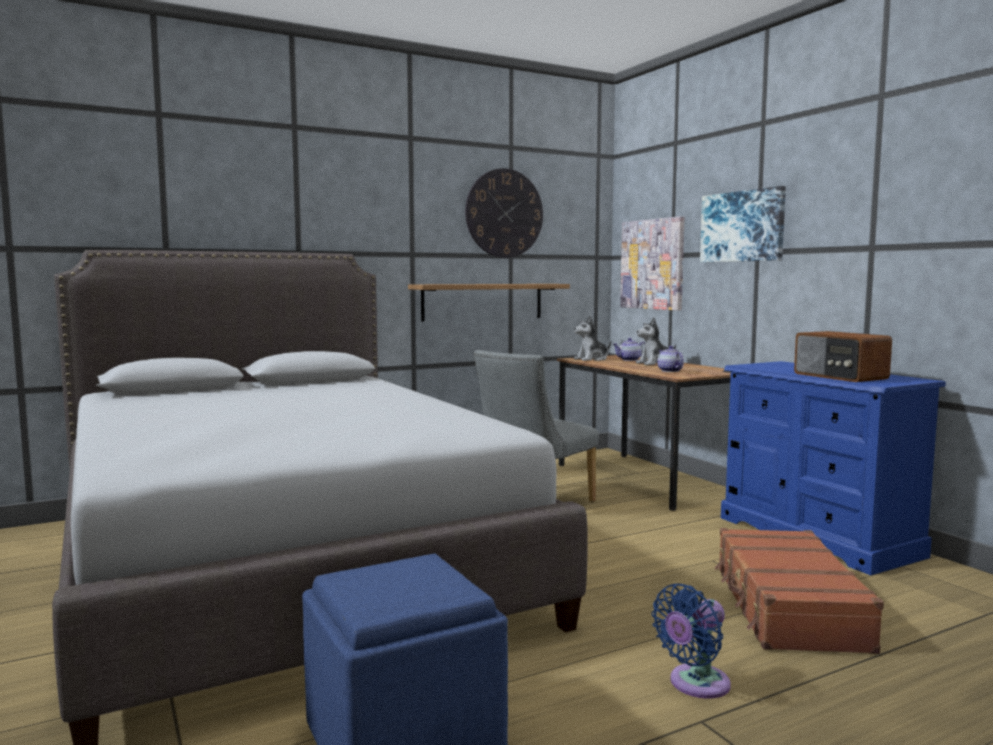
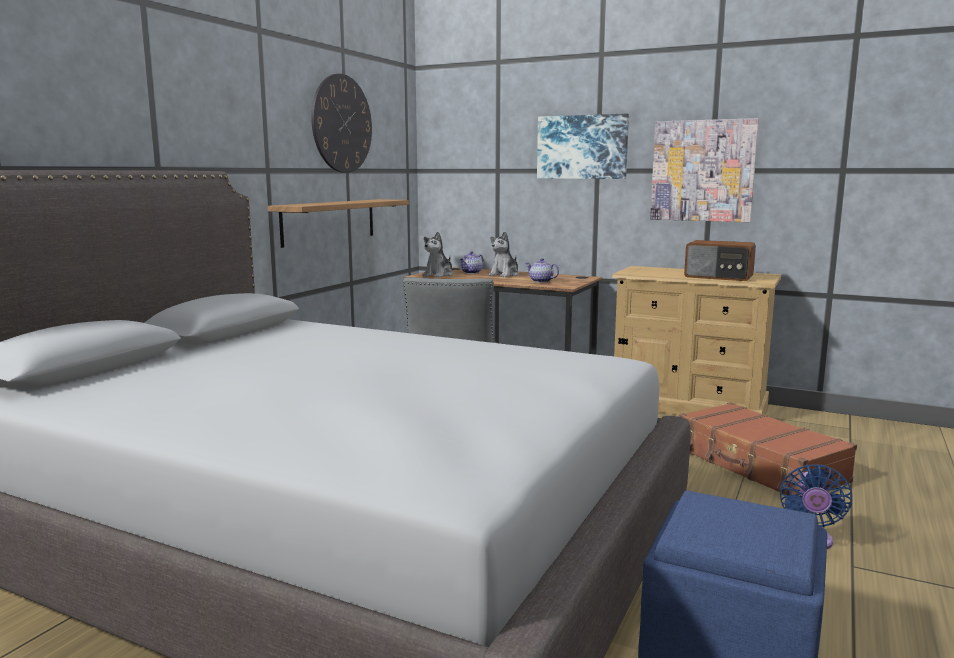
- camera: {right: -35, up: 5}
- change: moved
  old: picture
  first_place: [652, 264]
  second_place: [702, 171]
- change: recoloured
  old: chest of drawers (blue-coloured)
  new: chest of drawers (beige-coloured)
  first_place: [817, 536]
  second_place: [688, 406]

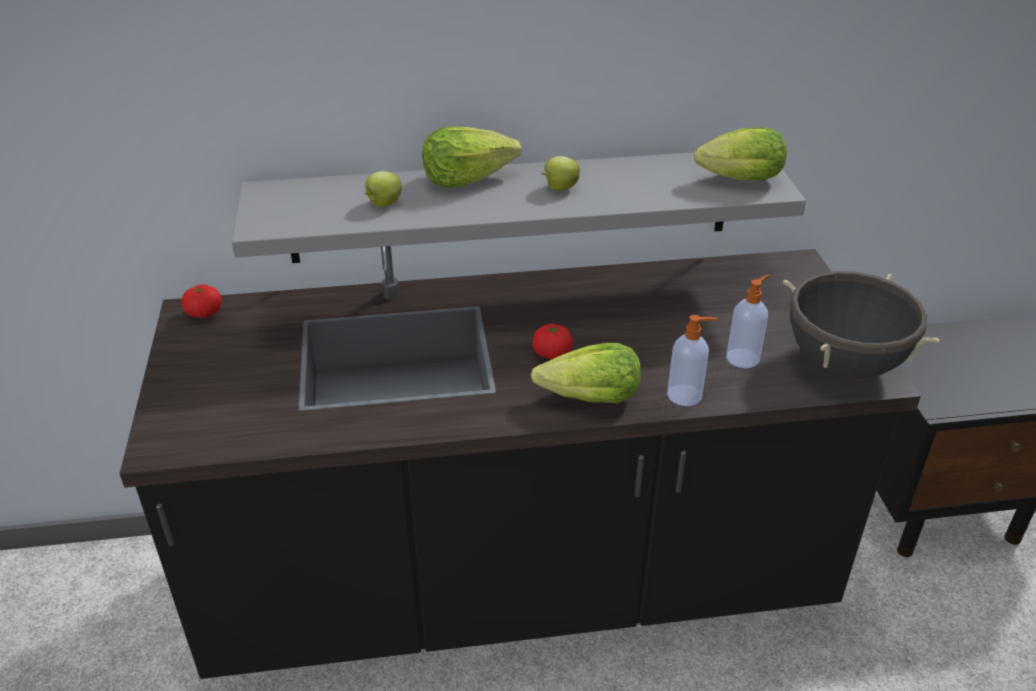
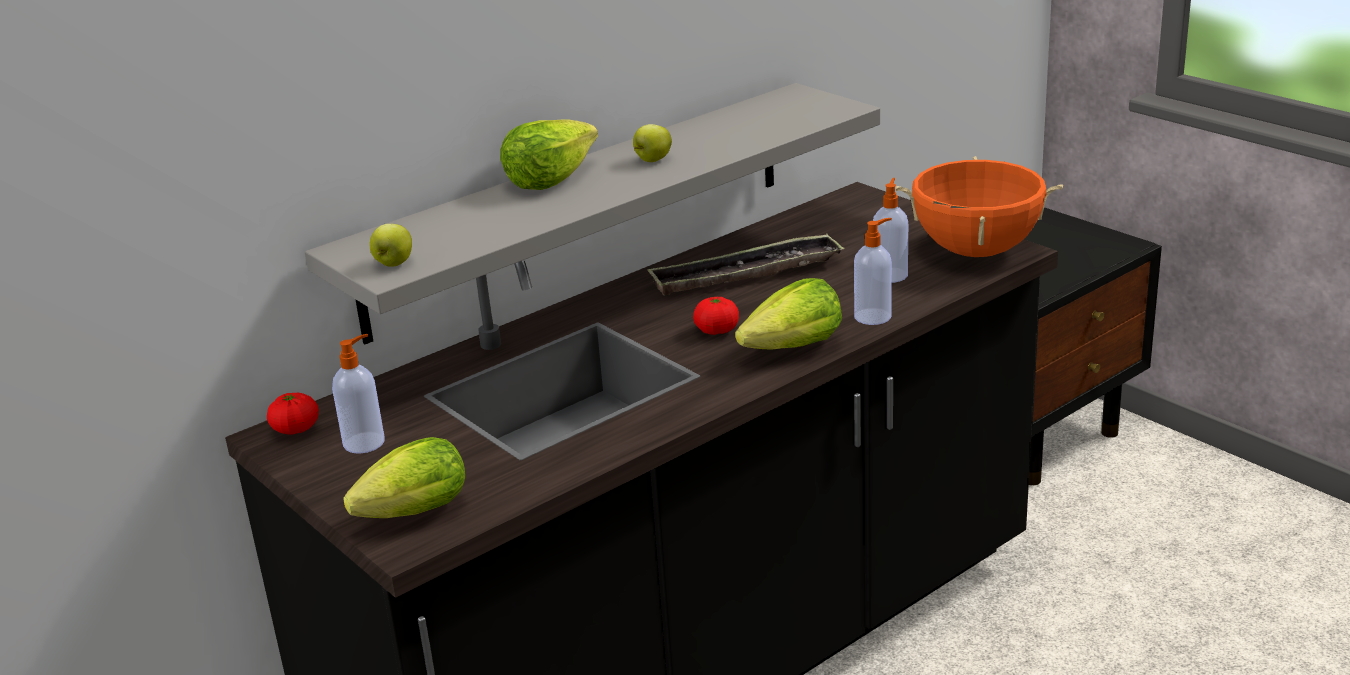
- camera: {right: -30, up: -10}
- change: moved
  old: whole apple
  first_place: [383, 204]
  second_place: [394, 264]
- change: moved
  old: head of lettuce
  first_place: [735, 180]
  second_place: [409, 516]
- change: recoloured
  old: cooking pot (blackish)
  new: cooking pot (orange-coloured)
  first_place: [843, 364]
  second_place: [976, 251]
- change: added
  new: soap dispenser
  second_place: [365, 442]
- change: added
  new: carrying tray
  second_place: [746, 274]

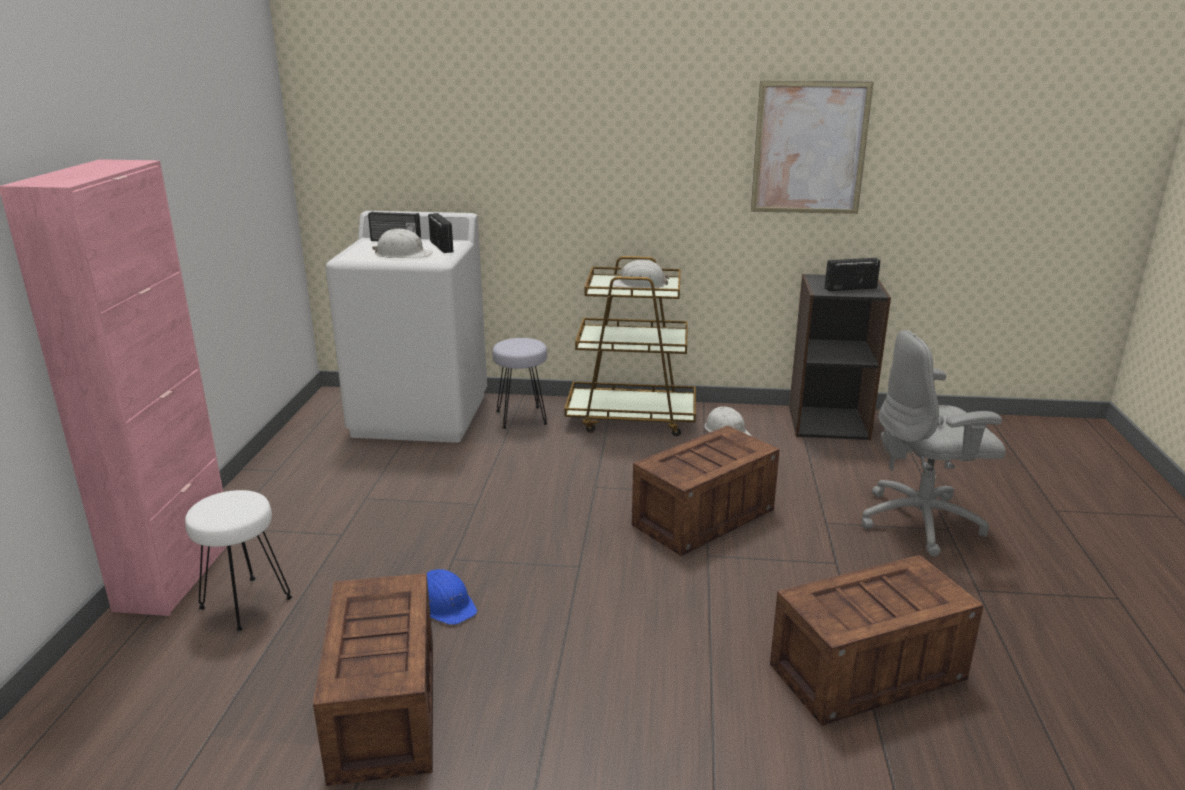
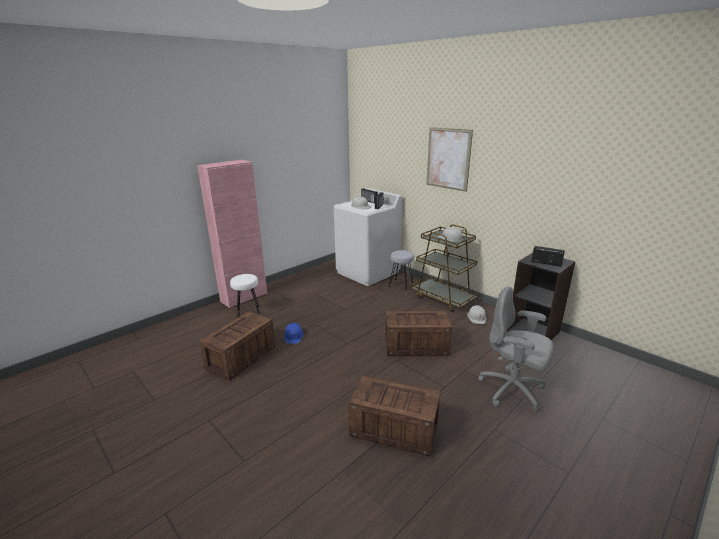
- camera: {right: 40, up: 0}
- change: moved
  old: picture
  first_place: [809, 148]
  second_place: [448, 159]

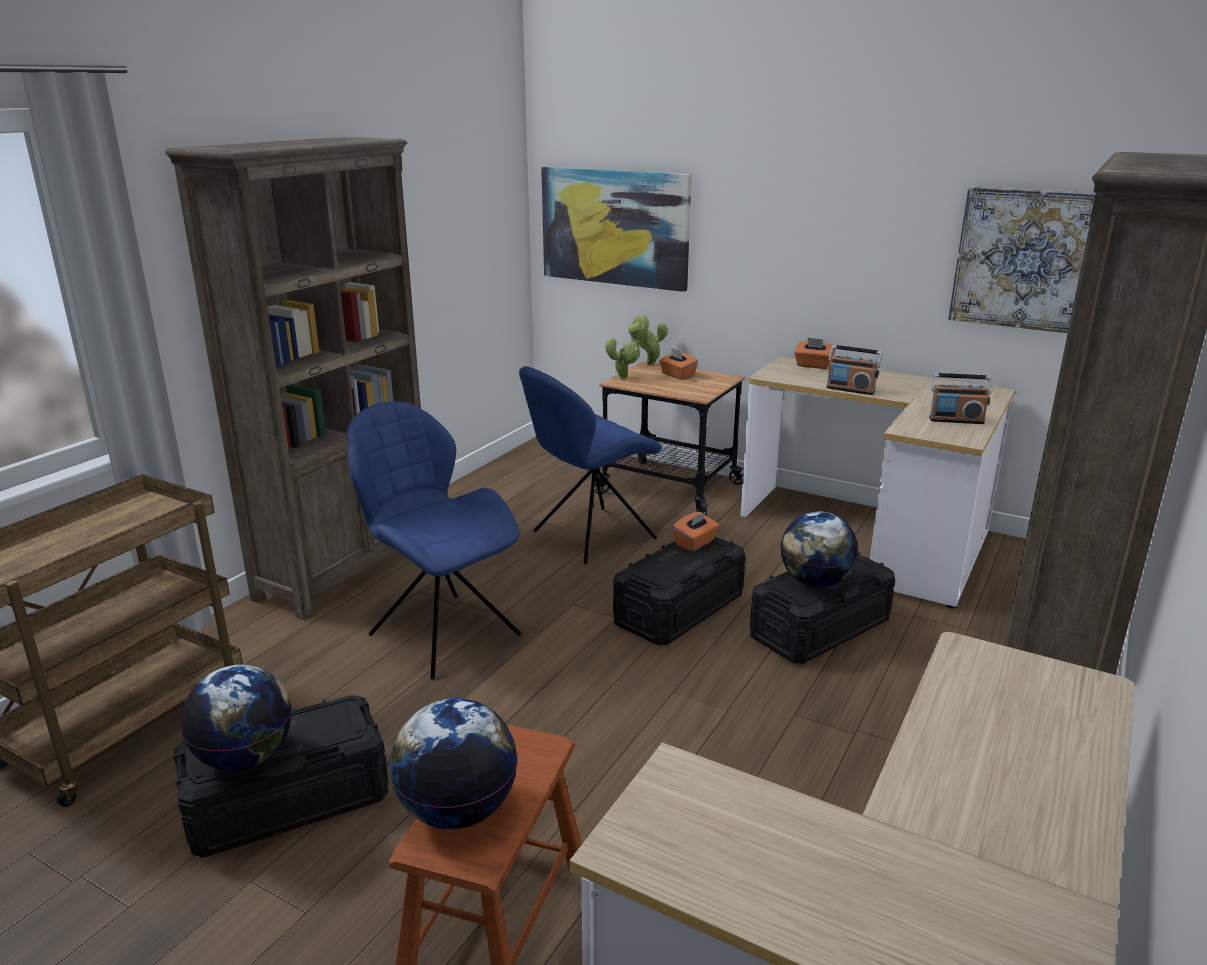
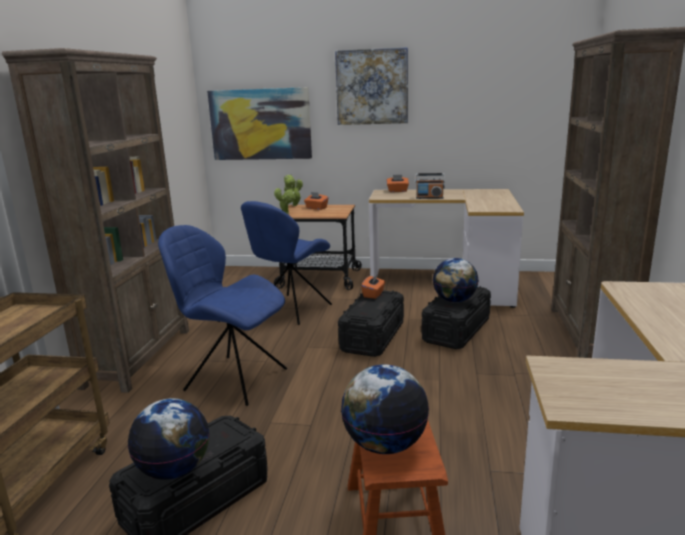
- camera: {right: -20, up: -5}
- change: removed
  old: radio receiver
  first_place: [956, 420]
- change: moved
  old: picture
  first_place: [1029, 259]
  second_place: [372, 87]

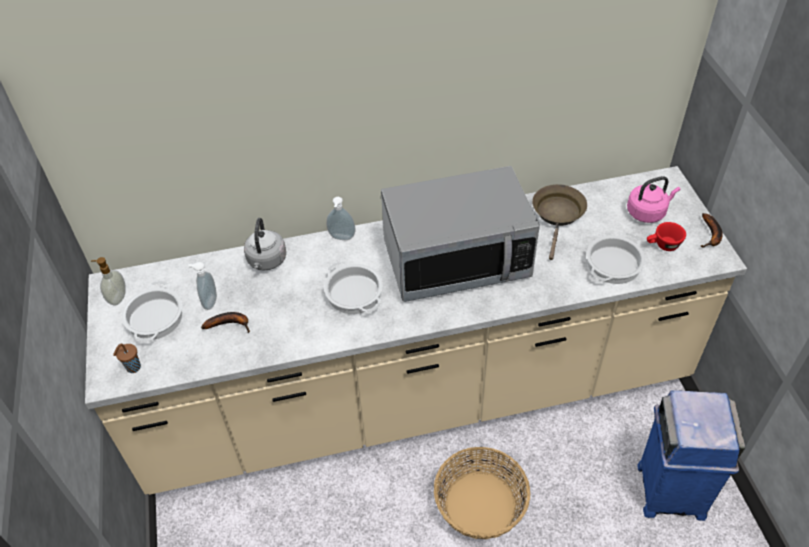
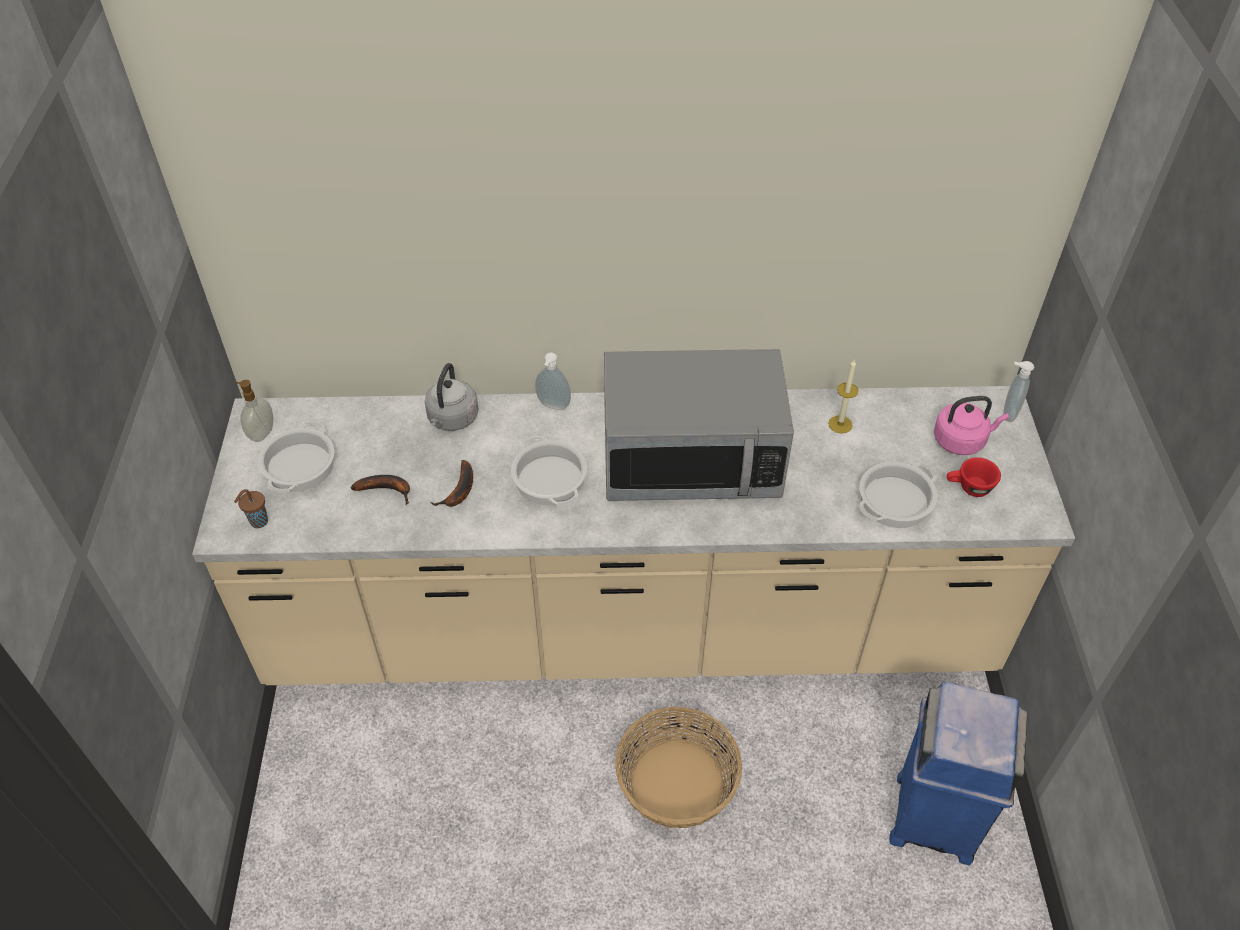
- camera: {right: 10, up: 0}
- change: moved
  old: soap dispenser
  first_place: [209, 302]
  second_place: [1007, 413]
- change: replaced
  old: skillet (brown-coloured)
  new: wax candle
  first_place: [558, 215]
  second_place: [840, 424]
- change: moved
  old: banana
  first_place: [711, 235]
  second_place: [459, 491]

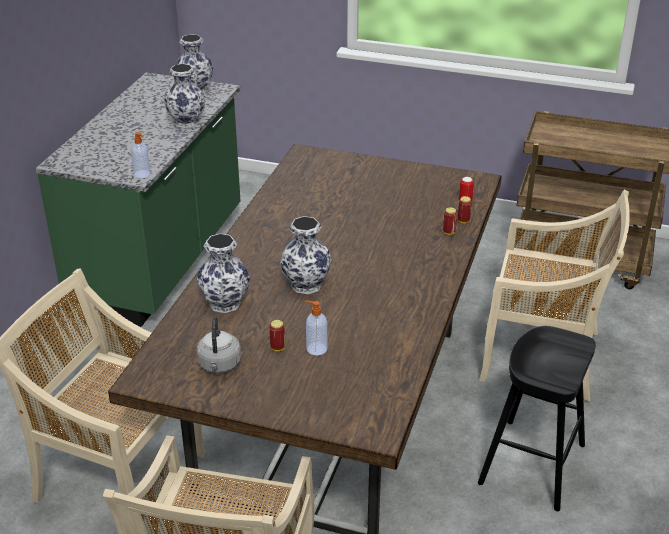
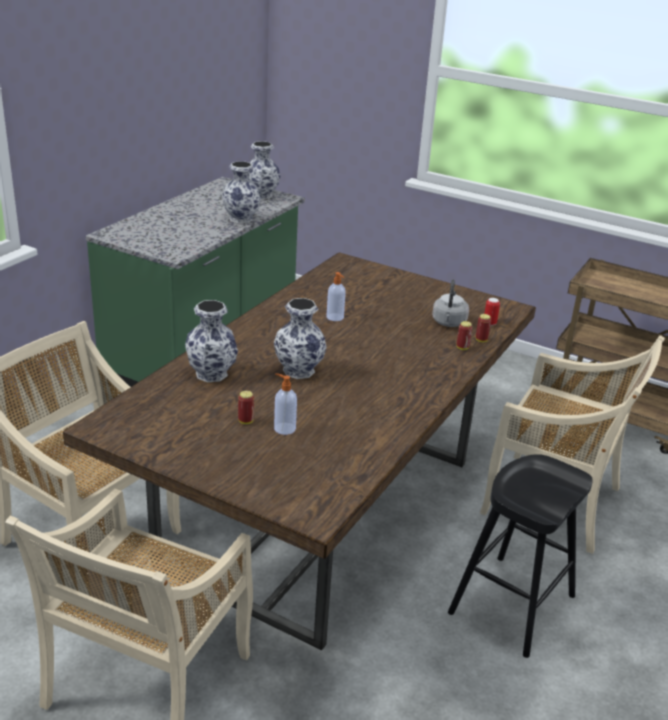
- camera: {right: 10, up: -5}
- change: moved
  old: soap dispenser
  first_place: [142, 174]
  second_place: [335, 317]
- change: moved
  old: tea kettle (gray)
  first_place: [219, 365]
  second_place: [449, 323]

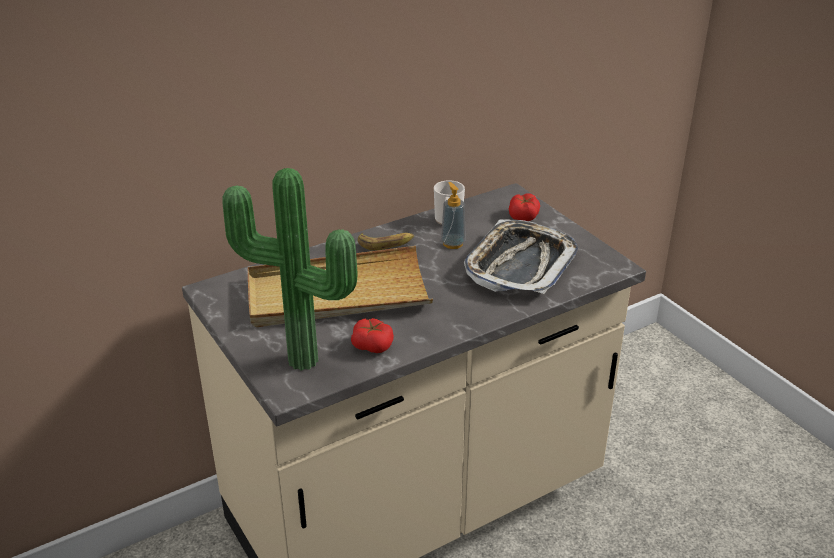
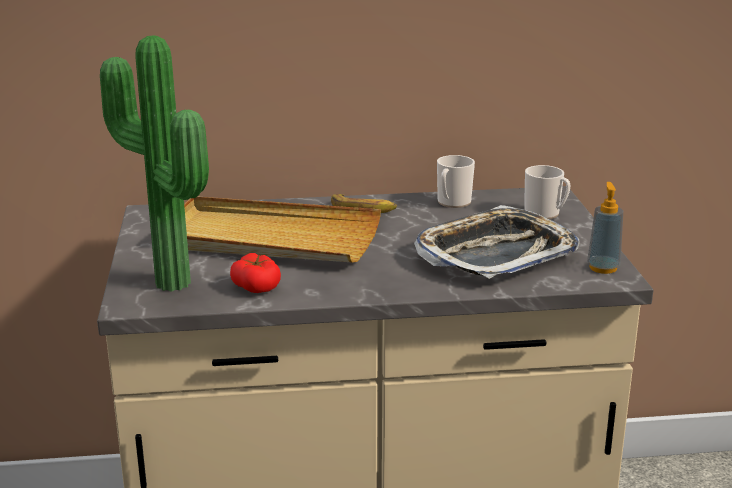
- camera: {right: 25, up: -10}
- change: moved
  old: soap dispenser
  first_place: [453, 243]
  second_place: [603, 268]
- change: replaced
  old: whole tomato
  new: tea mug
  first_place: [523, 216]
  second_place: [545, 214]

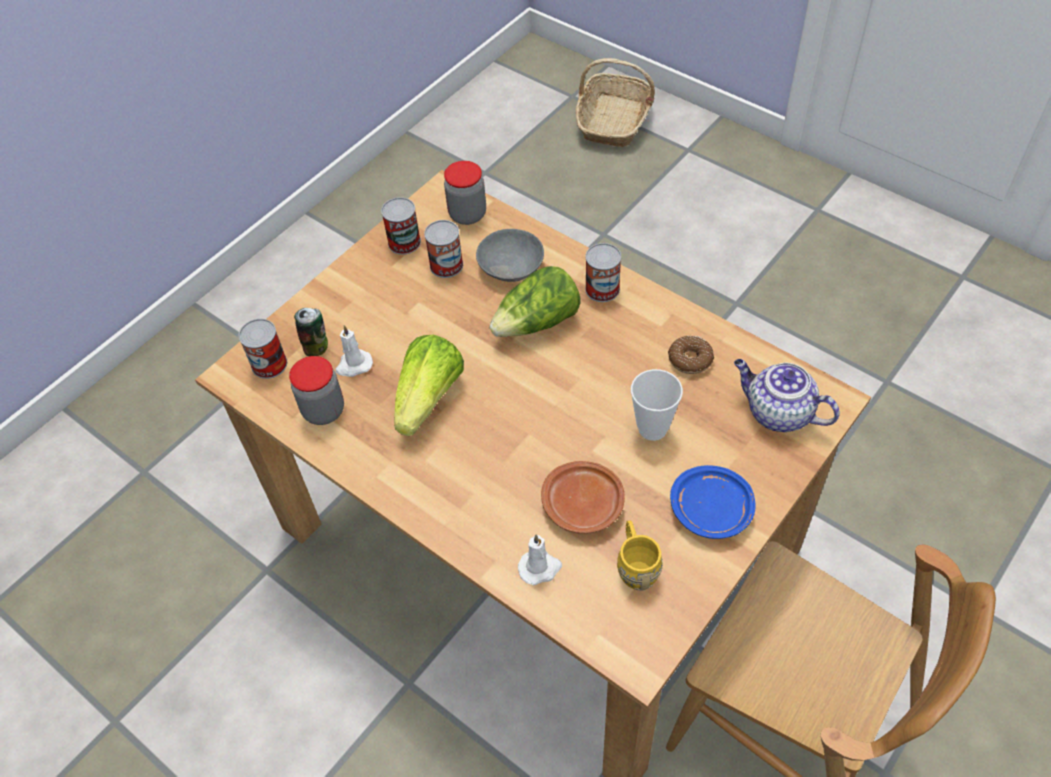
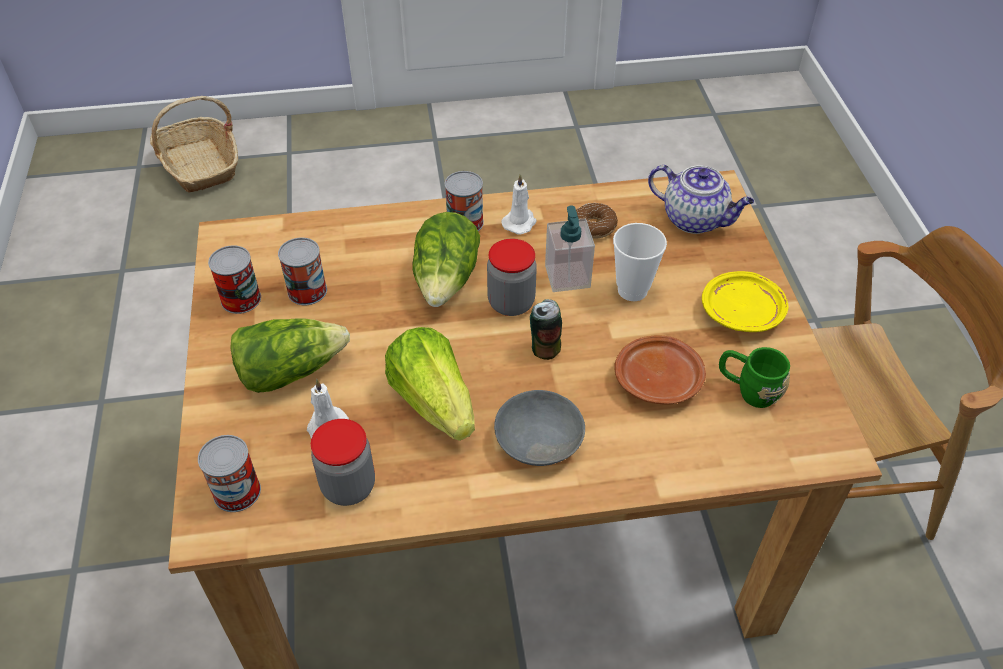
- camera: {right: -50, up: -5}
- change: moved
  old: sealed can
  first_place: [317, 347]
  second_place: [545, 348]
- change: moved
  old: jar
  first_place: [467, 214]
  second_place: [511, 303]
- change: moved
  old: bowl (gray)
  first_place: [509, 266]
  second_place: [537, 442]
- change: moved
  old: wax candle (white-coloured)
  first_place: [540, 568]
  second_place: [520, 222]
- change: recoloured
  old: tea mug (yellow)
  new: tea mug (greenish)
  first_place: [635, 565]
  second_place: [748, 390]
- change: recoloured
  old: plate (blue-coloured)
  new: plate (yellow)
  first_place: [712, 510]
  second_place: [742, 312]
- change: turned
  old: pot for tea
  first_place: [777, 413]
  second_place: [695, 219]
  degrees: -135
- change: added
  new: head of lettuce
  second_place: [290, 370]
- change: added
  new: soap dispenser
  second_place: [567, 277]

